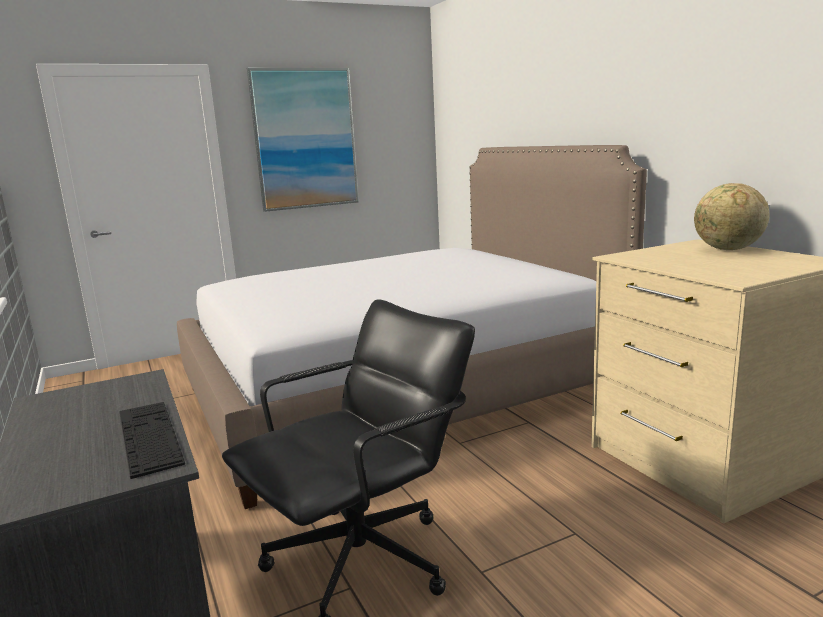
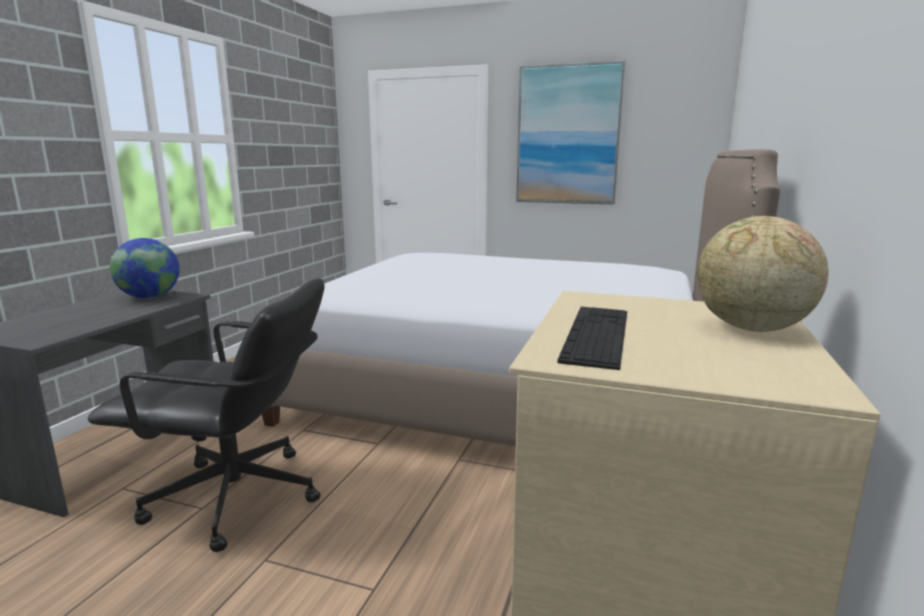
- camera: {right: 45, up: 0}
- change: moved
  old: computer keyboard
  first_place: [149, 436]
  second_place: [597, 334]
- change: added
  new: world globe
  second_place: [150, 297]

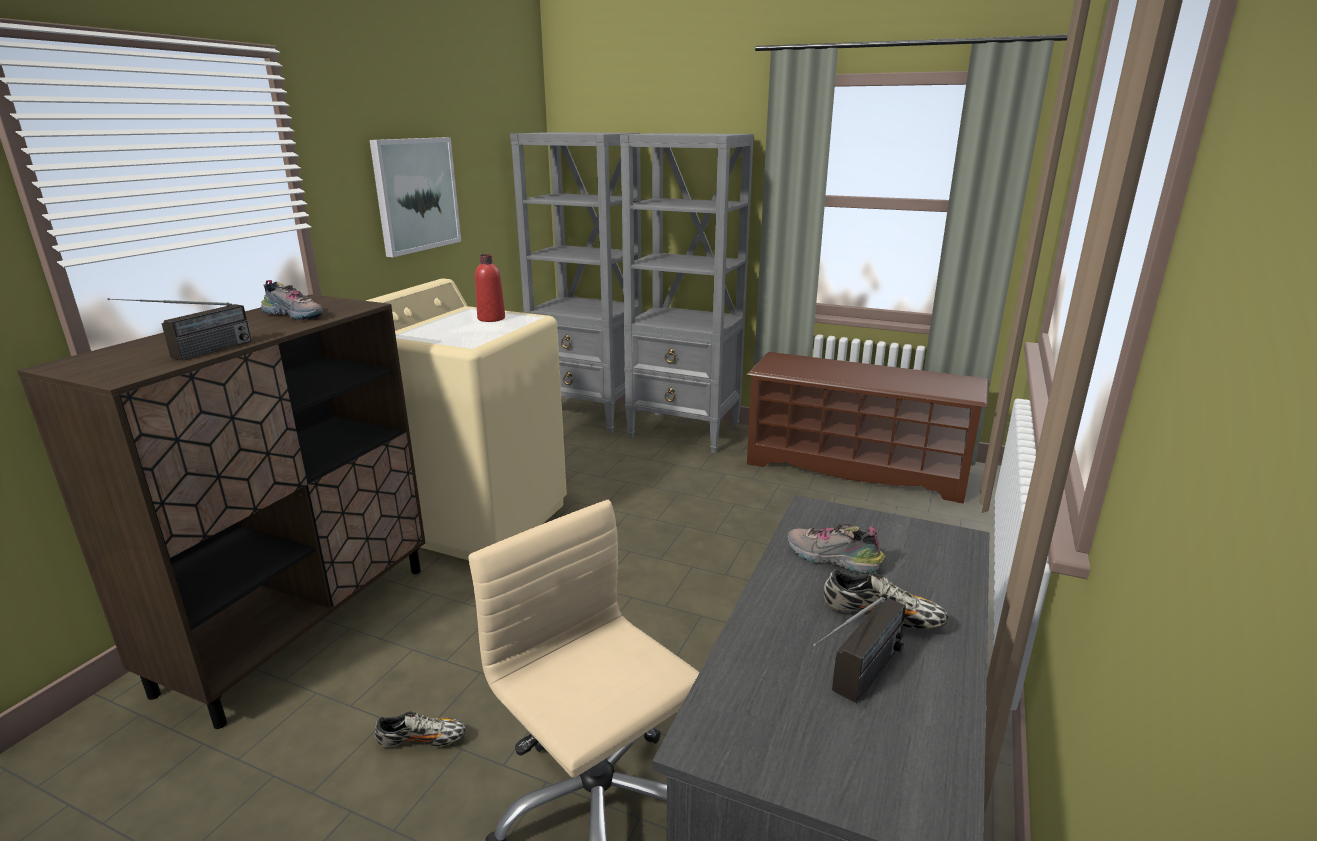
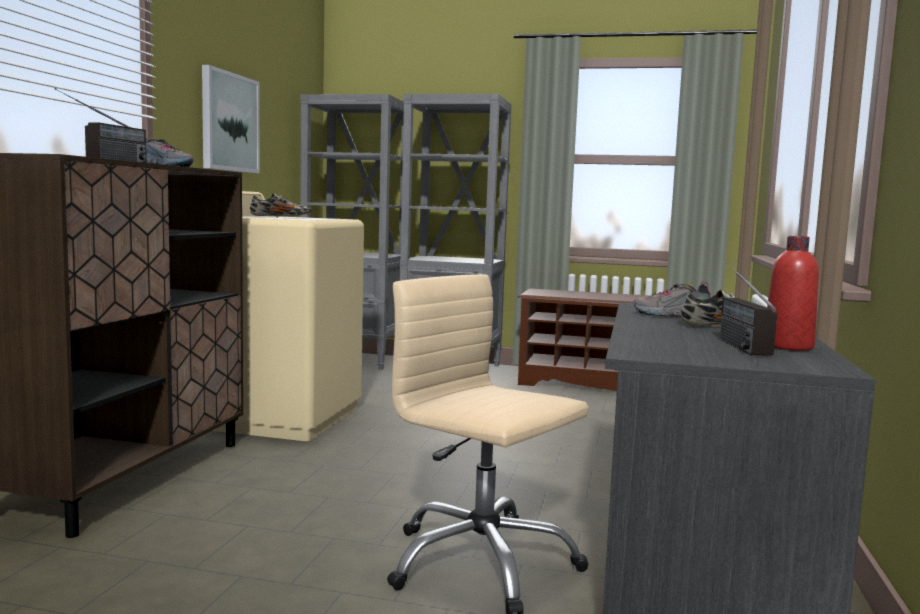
- camera: {right: -10, up: -15}
- change: moved
  old: item of footwear
  first_place: [422, 741]
  second_place: [280, 217]
- change: moved
  old: beverage bottle (reddish)
  first_place: [491, 318]
  second_place: [788, 346]
- change: turned
  old: radio receiver
  first_place: [857, 685]
  second_place: [733, 342]
  degrees: 150

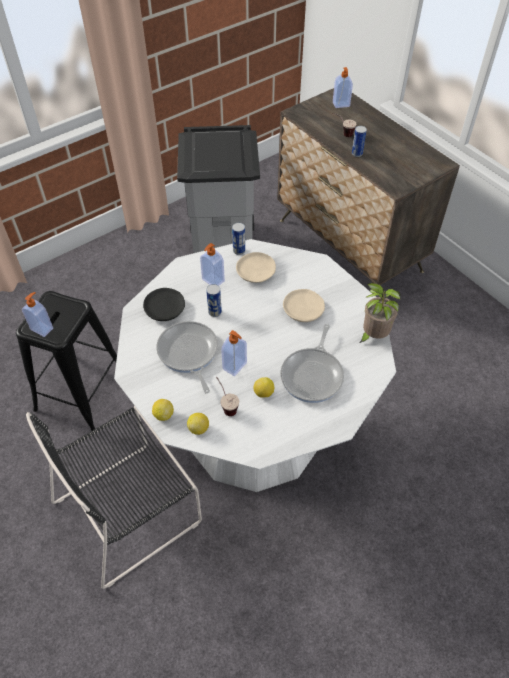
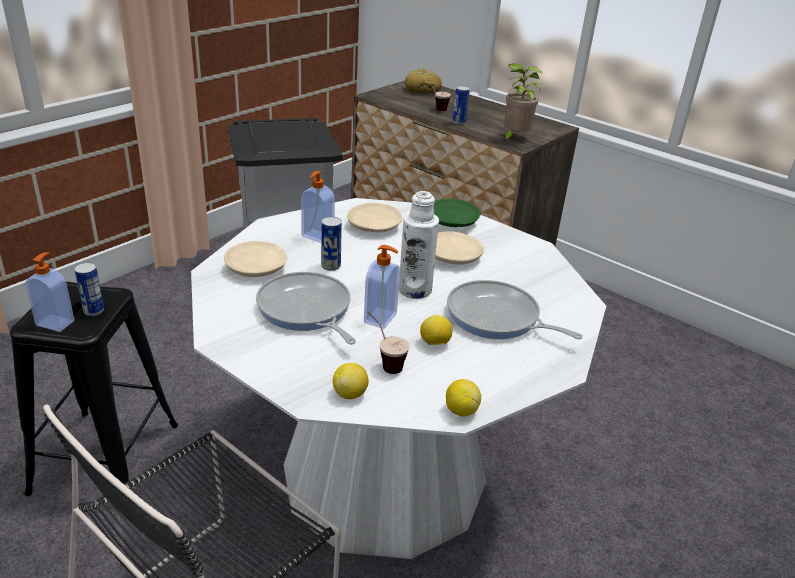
- camera: {right: -15, up: -20}
- change: recoloured
  old: plate (blackish)
  new: plate (beige-coloured)
  first_place: [165, 309]
  second_place: [256, 268]
- change: moved
  old: whole lemon
  first_place: [163, 415]
  second_place: [461, 410]
- change: moved
  old: sealed can
  first_place: [239, 250]
  second_place: [94, 311]
- change: turned
  old: skillet
  first_place: [313, 375]
  second_place: [497, 318]
  degrees: 120
- change: replaced
  old: soap dispenser
  new: bakery bread
  first_place: [341, 105]
  second_place: [422, 90]
- change: moved
  old: potted plant
  first_place: [373, 336]
  second_place: [514, 138]
- change: added
  new: beverage bottle (white-coloured)
  second_place: [415, 290]
- change: added
  new: plate (greenish)
  second_place: [452, 221]

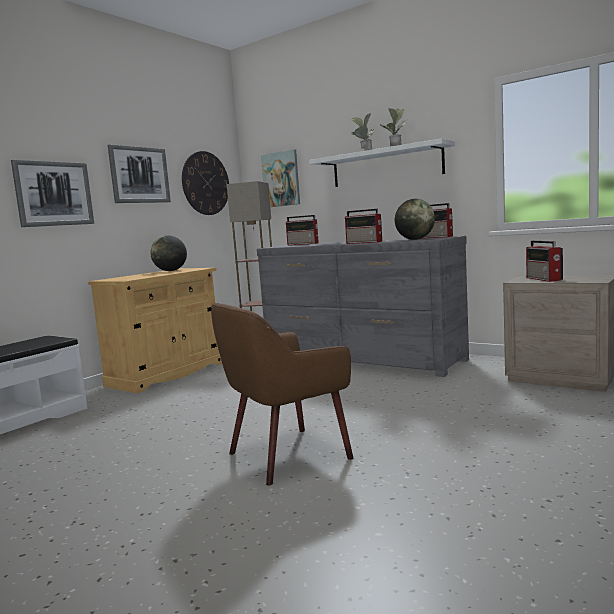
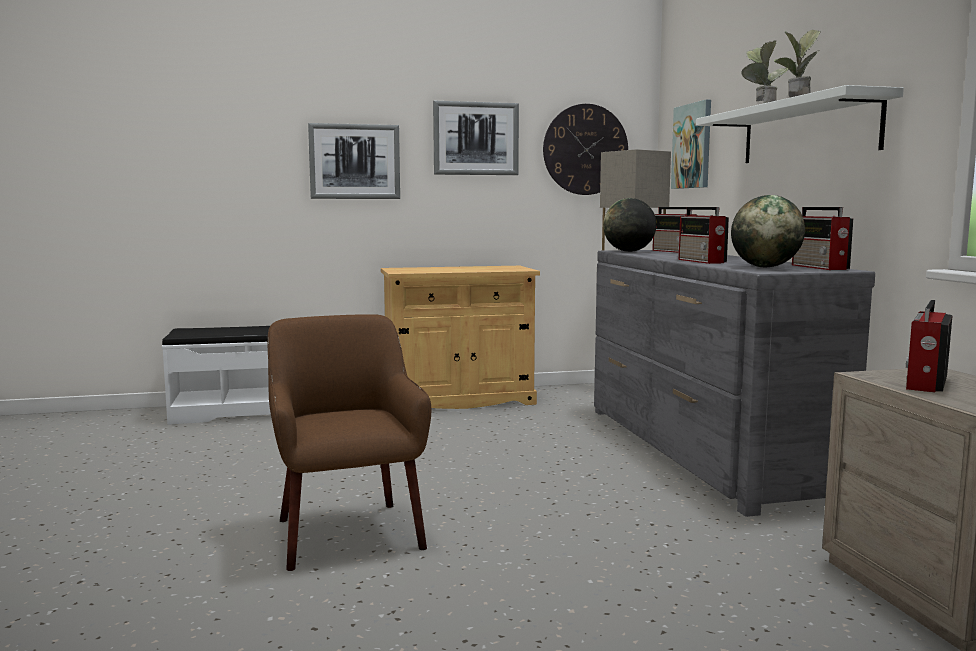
- camera: {right: 40, up: 0}
- change: moved
  old: world globe
  first_place: [170, 271]
  second_place: [629, 251]
- change: turned
  old: easy chair (brown-coloured)
  first_place: [286, 455]
  second_place: [347, 533]
  degrees: 60

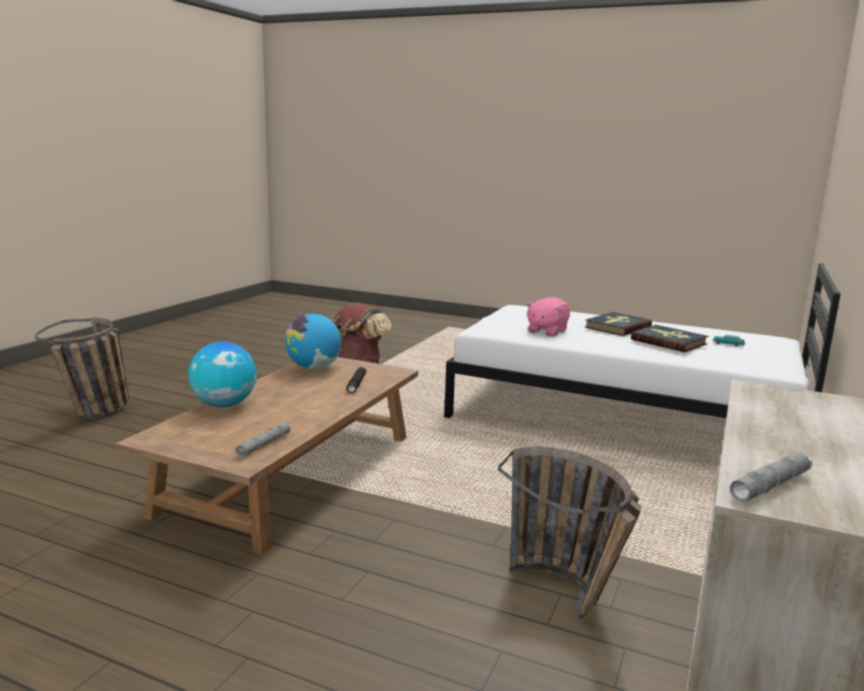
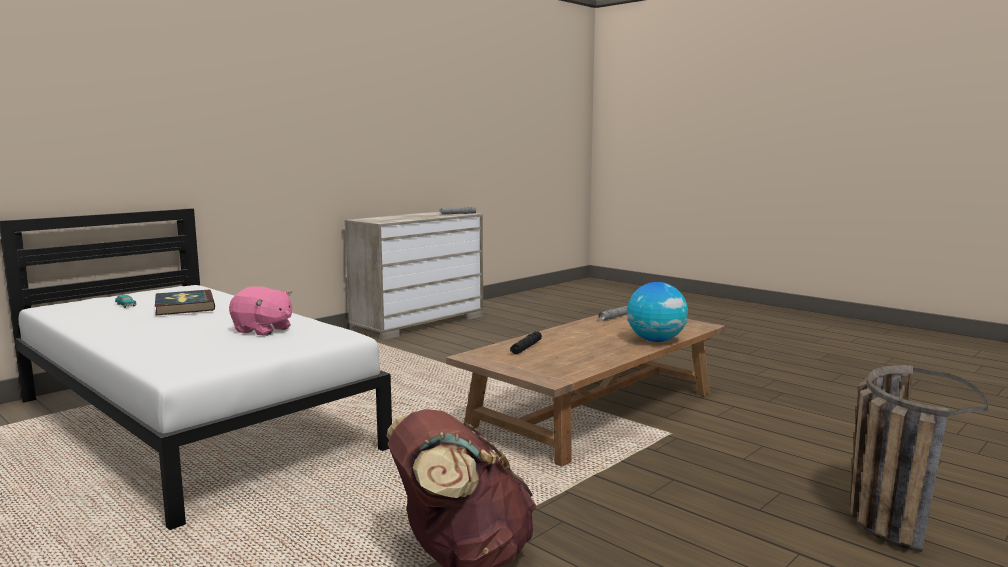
- camera: {right: -160, up: -5}
- change: removed
  old: world globe
  first_place: [313, 368]
- change: removed
  old: storage basket
  first_place: [569, 600]
- change: turned
  old: plush toy (pink)
  first_place: [546, 331]
  second_place: [263, 330]
  degrees: 60
- change: removed
  old: volume
  first_place: [617, 327]

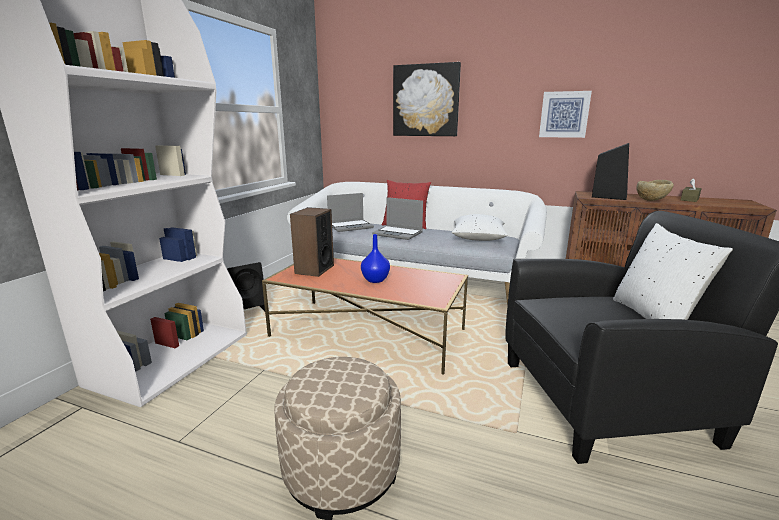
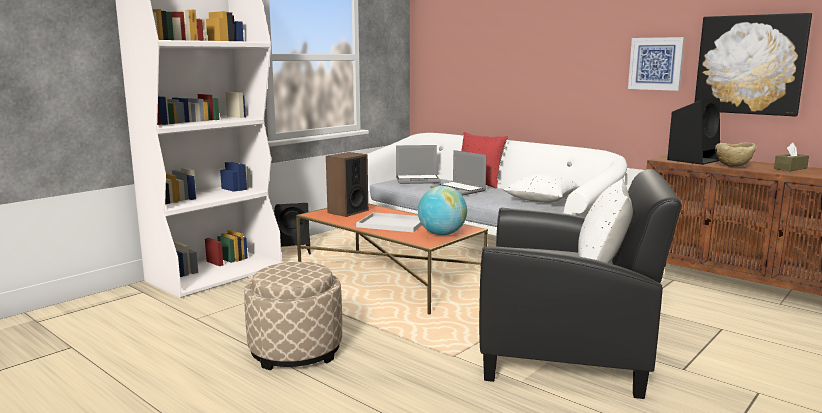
- camera: {right: 20, up: -5}
- change: replaced
  old: flower vase (blue-coloured)
  new: carrying tray (white-coloured)
  first_place: [376, 280]
  second_place: [393, 224]
- change: moved
  old: picture
  first_place: [426, 100]
  second_place: [750, 65]
- change: added
  new: world globe
  second_place: [442, 234]

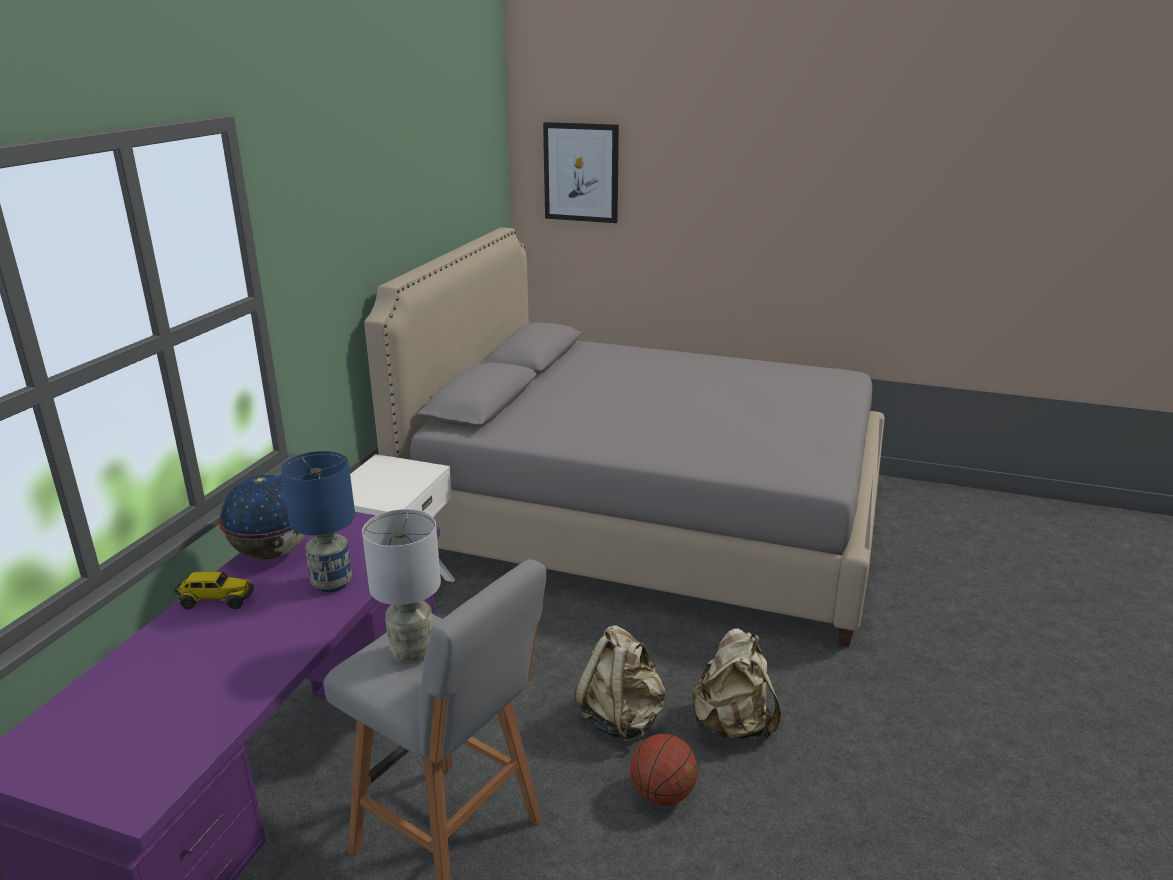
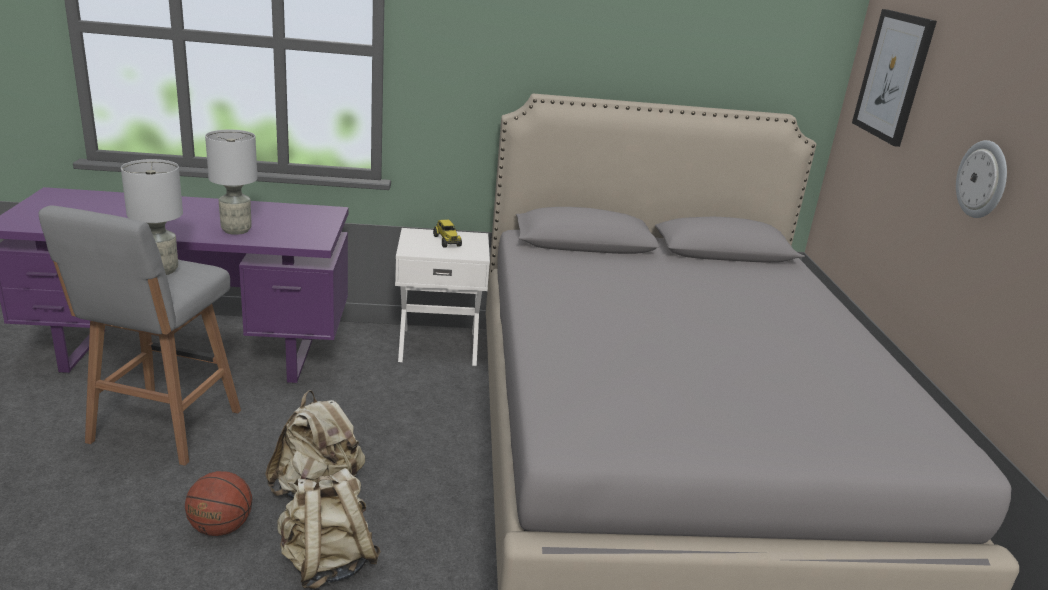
- camera: {right: 65, up: 0}
- change: moved
  old: toy lorry
  first_place: [216, 601]
  second_place: [447, 241]
- change: removed
  old: world globe
  first_place: [272, 553]
- change: recoloured
  old: table lamp (blue-coloured)
  new: table lamp (gray)
  first_place: [332, 582]
  second_place: [237, 230]
- change: added
  new: hanging clock
  second_place: [983, 179]

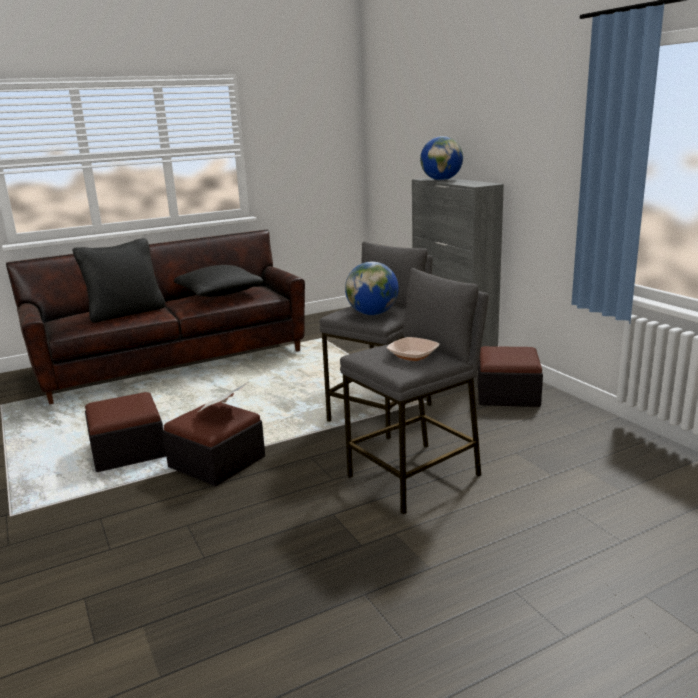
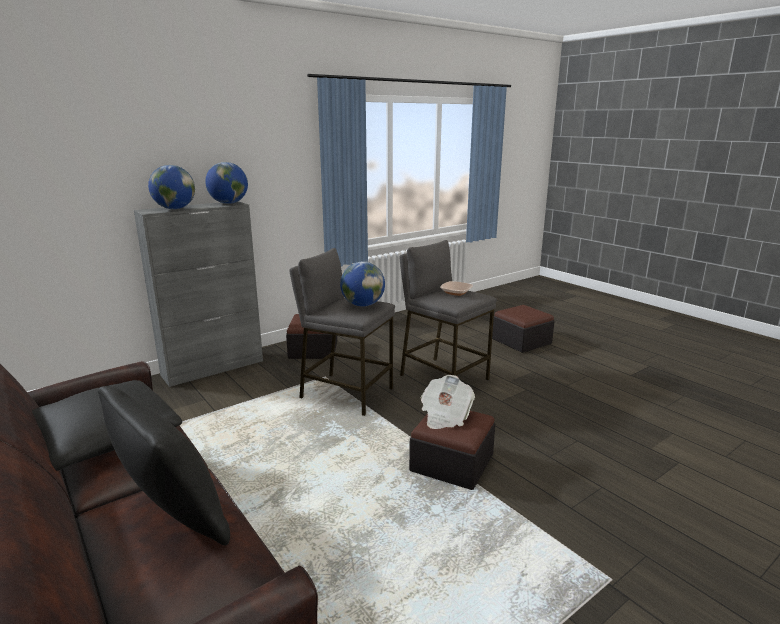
- camera: {right: -100, up: 0}
- change: moved
  old: ottoman
  first_place: [128, 450]
  second_place: [521, 341]
- change: added
  new: world globe
  second_place: [228, 203]

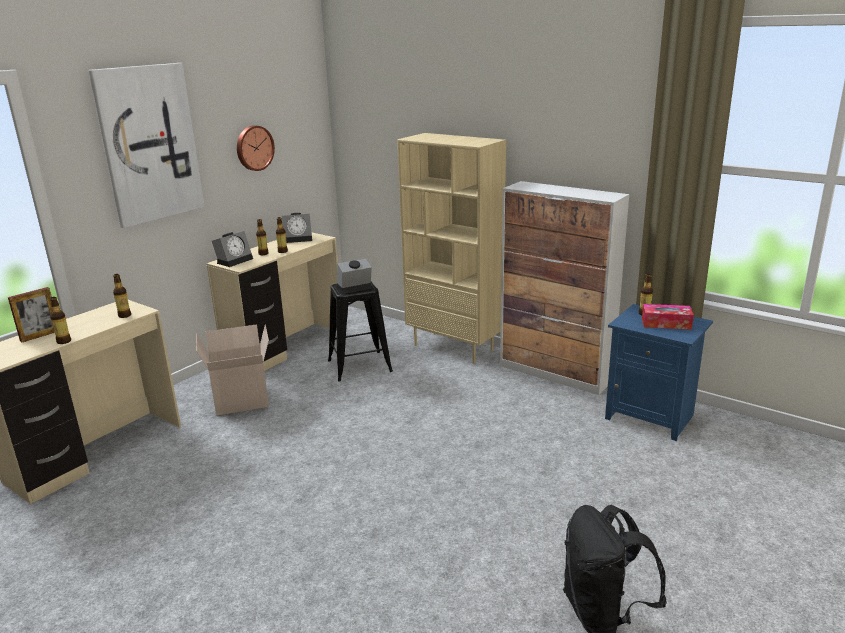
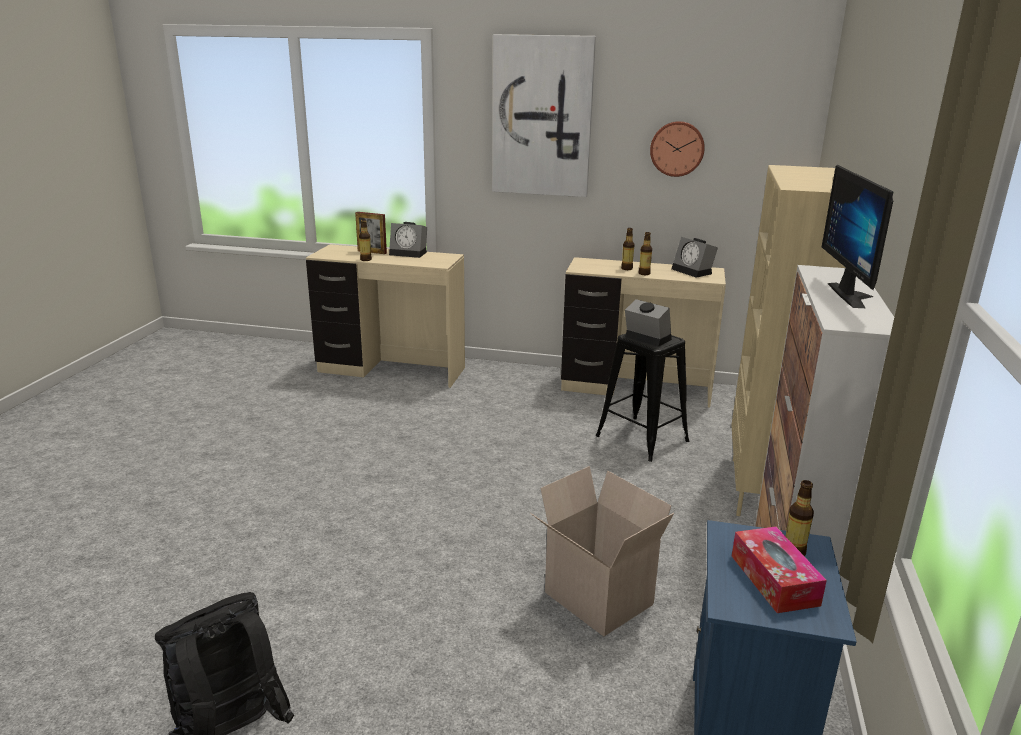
- camera: {right: 65, up: 0}
- change: removed
  old: beverage bottle
  first_place: [125, 315]
- change: moved
  old: packing box
  first_place: [240, 401]
  second_place: [595, 599]
- change: moved
  old: bedside clock
  first_place: [235, 260]
  second_place: [409, 253]
- change: added
  new: computer display
  second_place: [855, 295]

